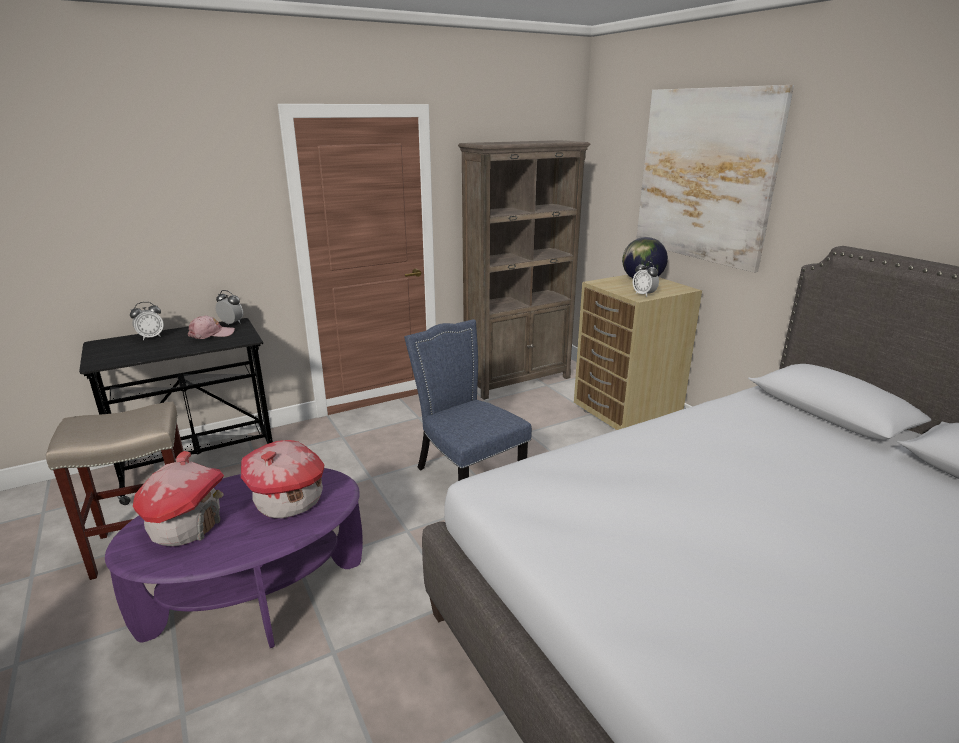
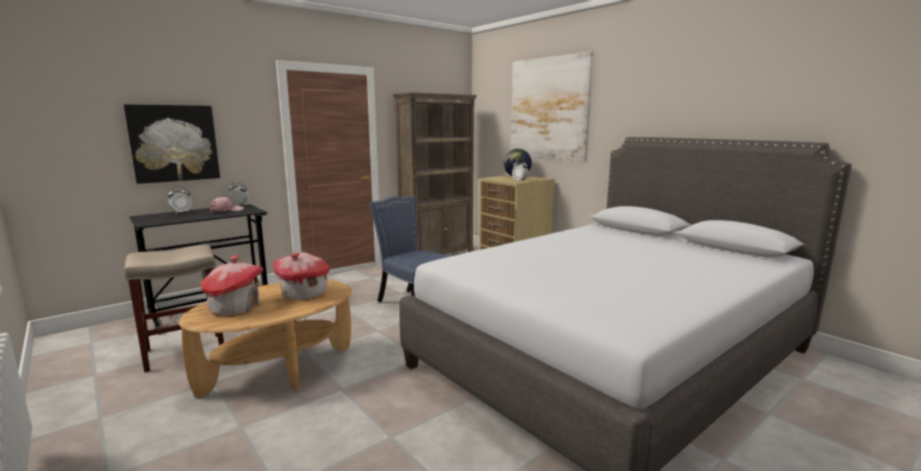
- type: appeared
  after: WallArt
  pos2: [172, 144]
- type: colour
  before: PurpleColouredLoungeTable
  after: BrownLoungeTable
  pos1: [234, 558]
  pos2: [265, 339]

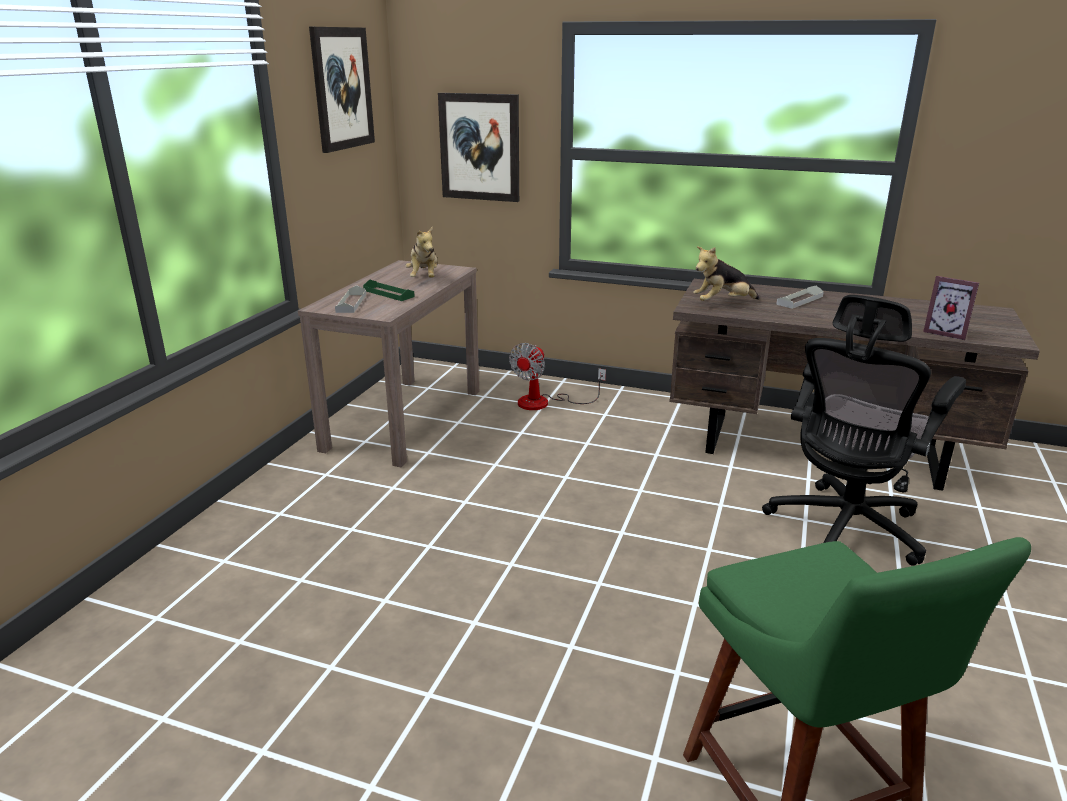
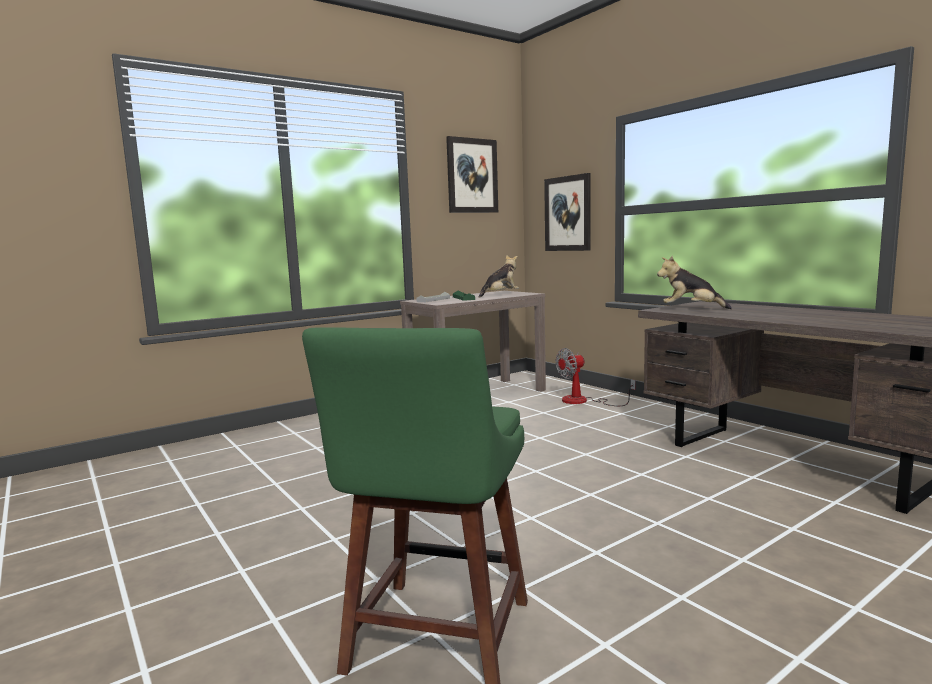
- type: spun
  before: PlushToy
  pos1: [421, 252]
  pos2: [499, 276]
  turn: -150
- type: missing
  before: ComputerChair
  pos1: [864, 430]
- type: missing
  before: GrayServingTray
  pos1: [800, 297]
- type: missing
  before: StandingFrame
  pos1: [951, 308]

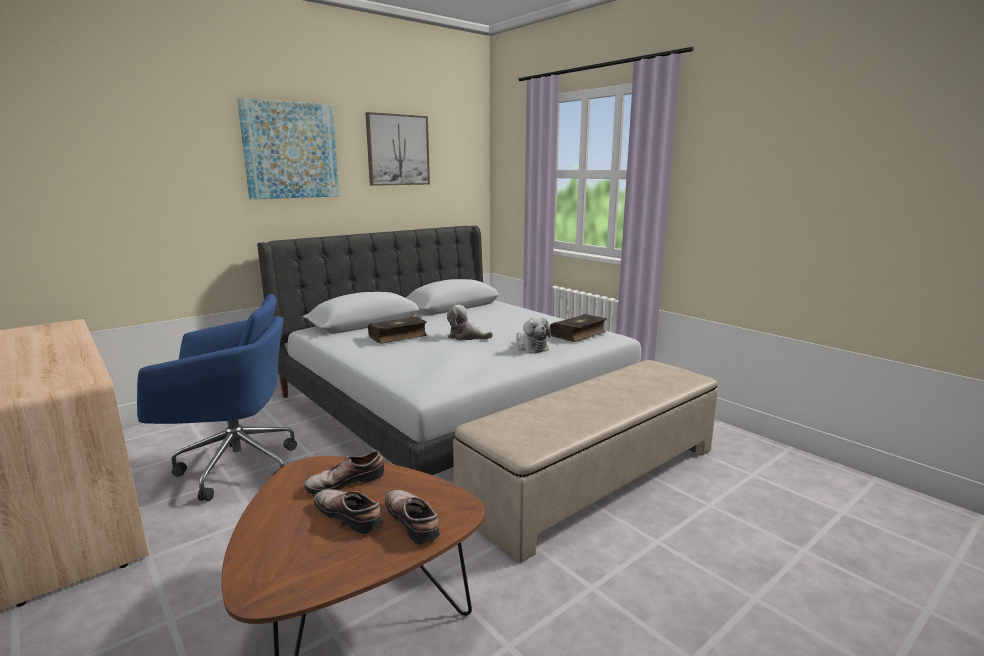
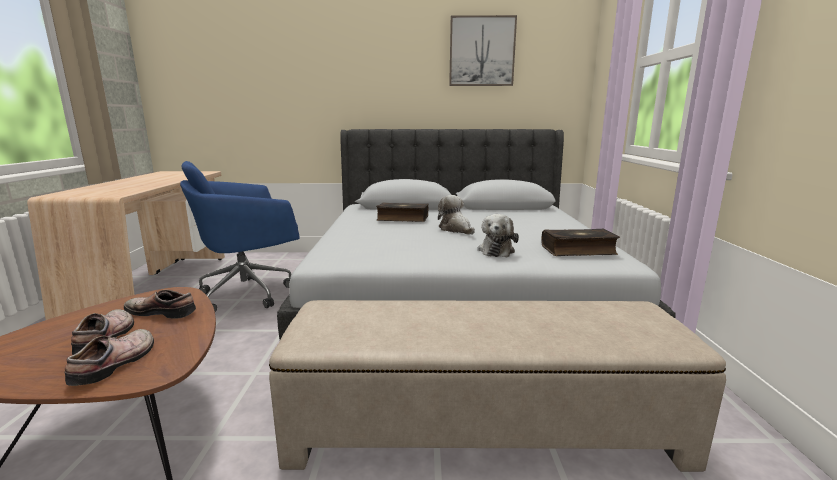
- type: spun
  before: BluishComputerChair
  pos1: [217, 397]
  pos2: [240, 236]
  turn: 120
- type: missing
  before: WallArt
  pos1: [288, 148]

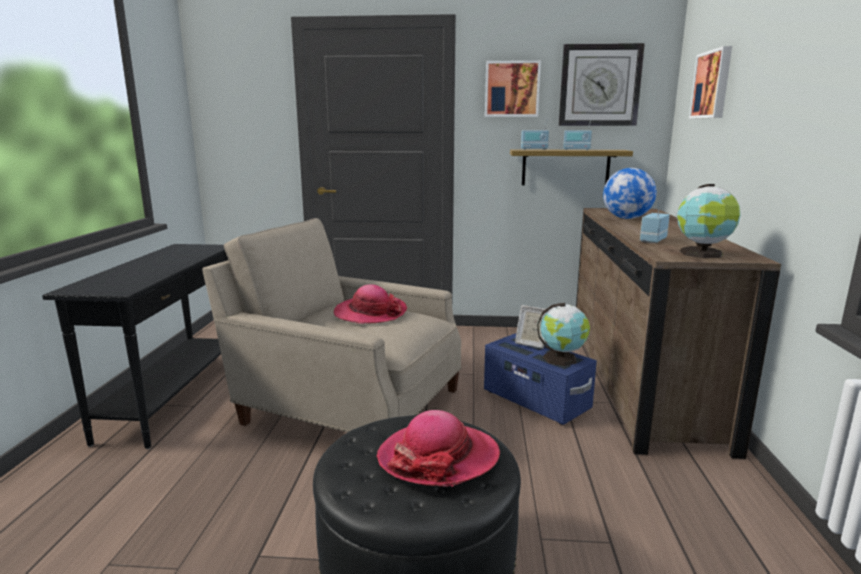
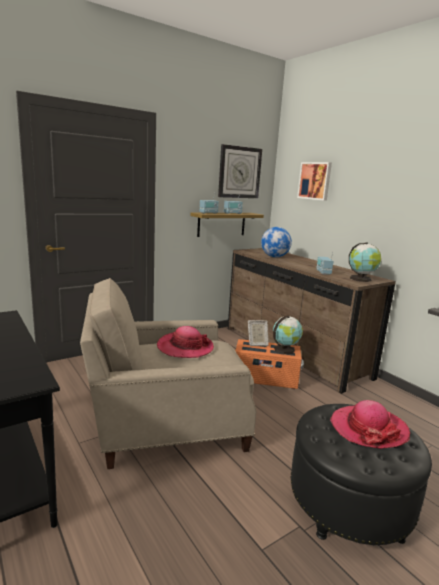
- type: colour
  before: BluishStorageBin
  after: OrangeColouredStorageBin
  pos1: [540, 379]
  pos2: [269, 364]
- type: missing
  before: WallArt
  pos1: [513, 88]

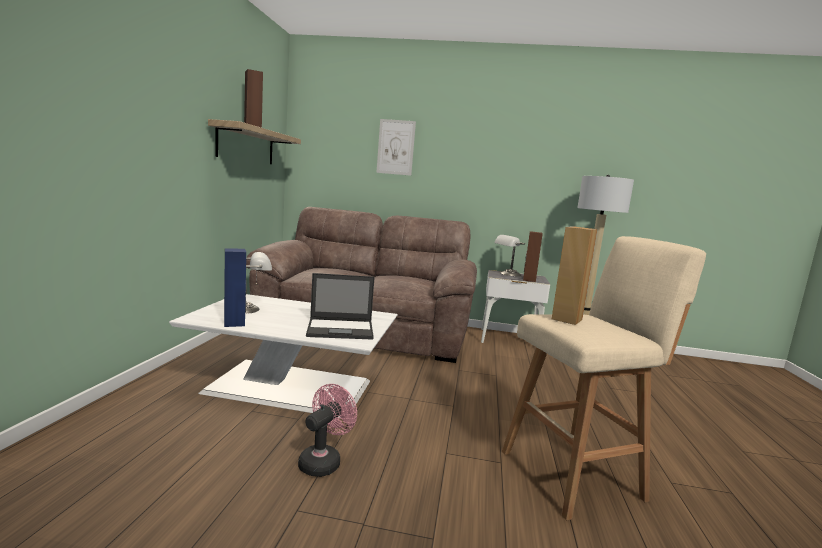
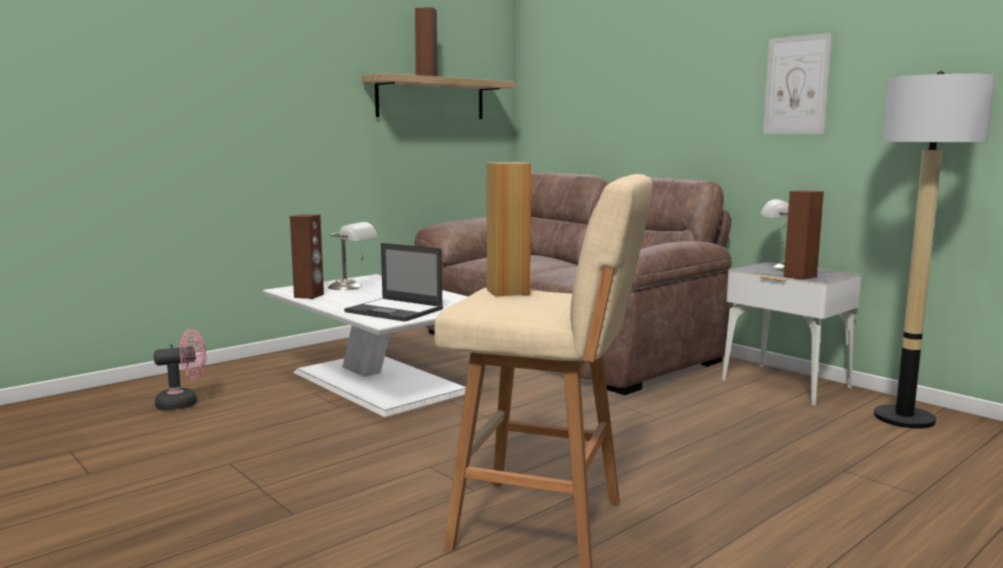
- type: relocated
  before: PinkColouredElectricFan
  pos1: [327, 430]
  pos2: [180, 369]
- type: colour
  before: BluishSpeaker
  after: BrownSpeaker
  pos1: [235, 287]
  pos2: [307, 256]
- type: relocated
  before: WallArt
  pos1: [396, 147]
  pos2: [798, 83]

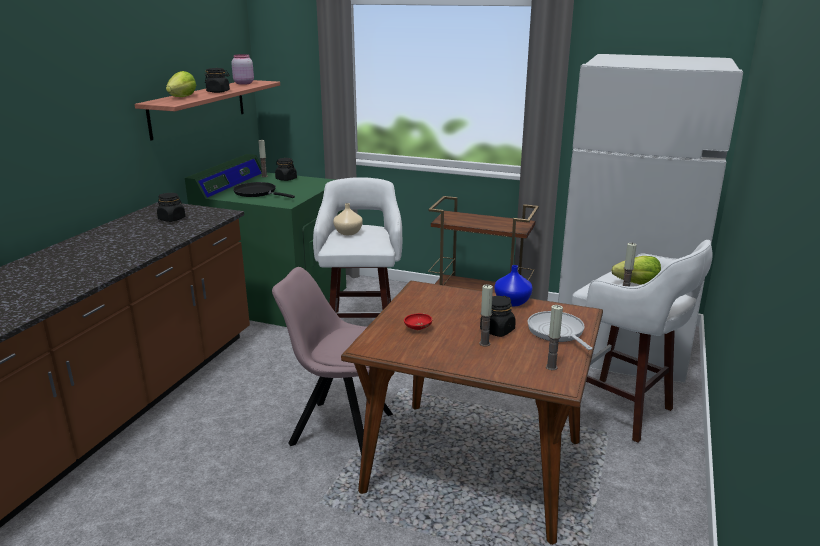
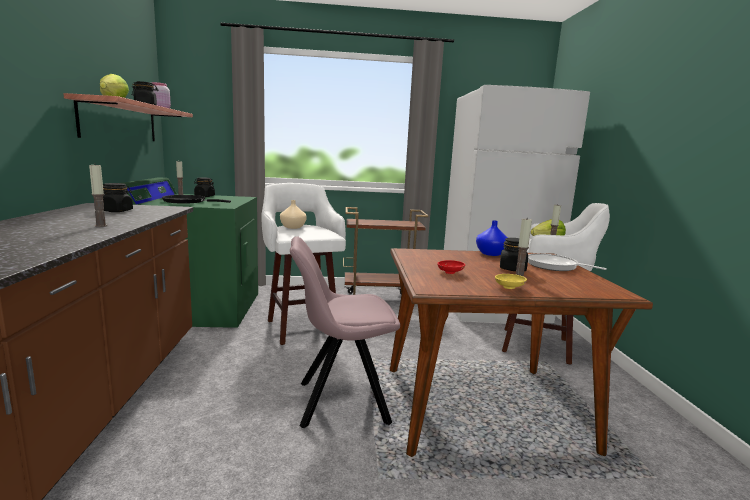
- type: relocated
  before: WaxCandle
  pos1: [554, 337]
  pos2: [98, 195]
- type: appeared
  after: YellowishBowl
  pos2: [511, 281]

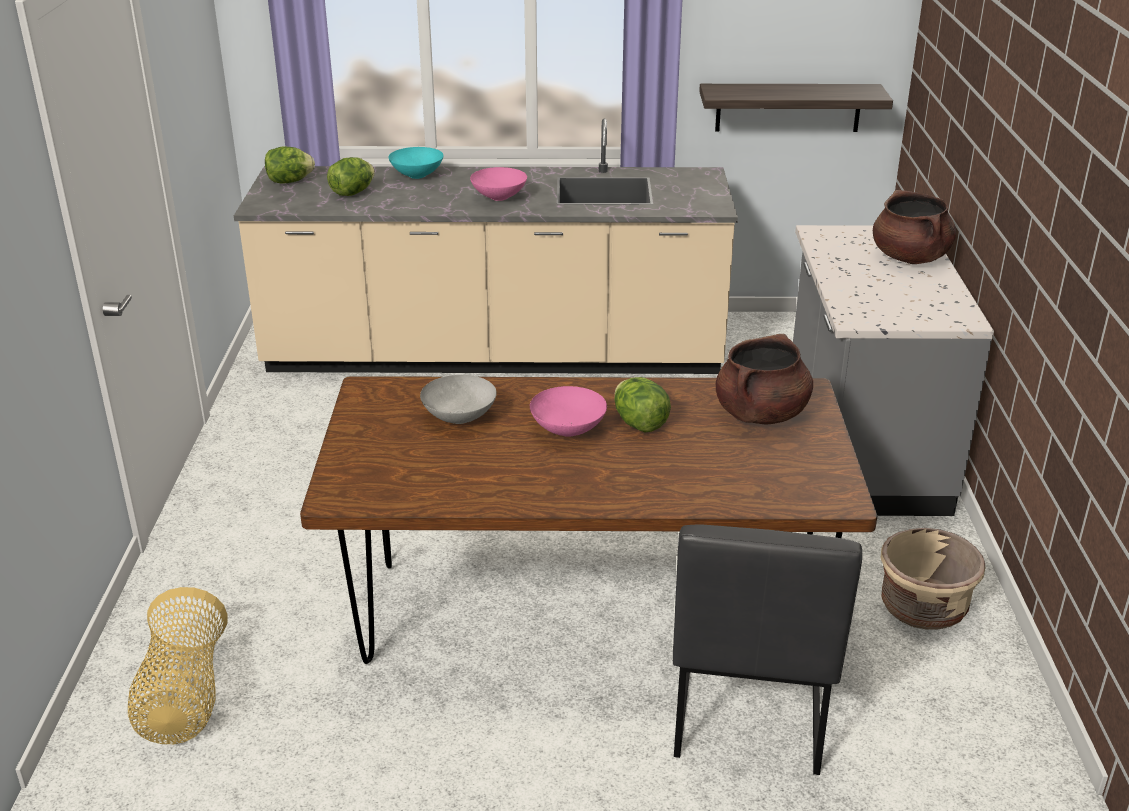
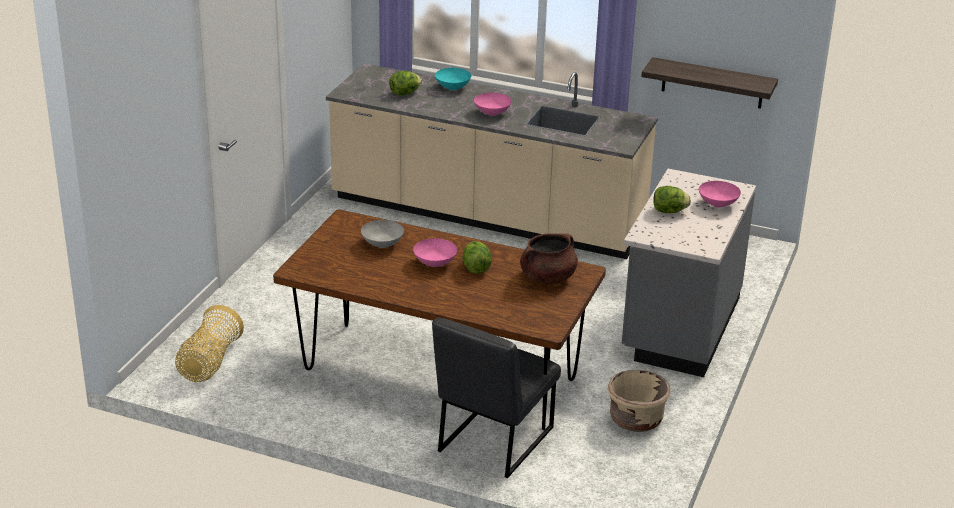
- type: relocated
  before: Lettuce
  pos1: [290, 165]
  pos2: [672, 199]
- type: exchanged
  before: BrownSaucepot
  after: PinkColouredBowl
  pos1: [914, 227]
  pos2: [720, 194]

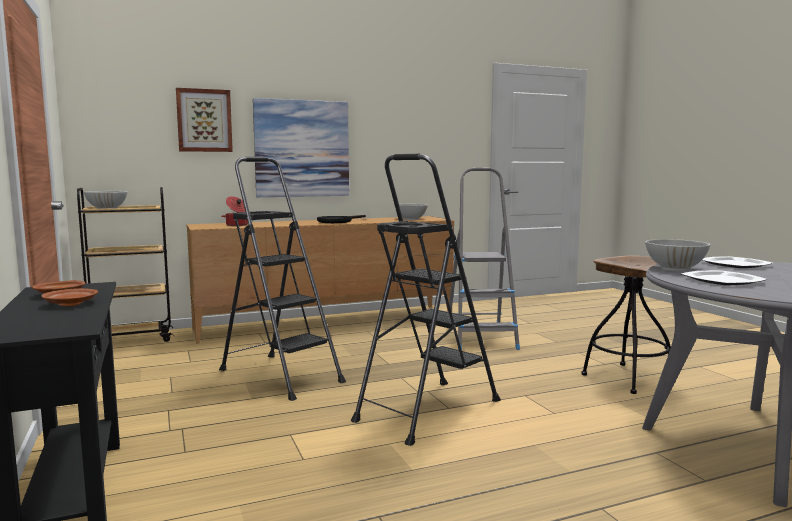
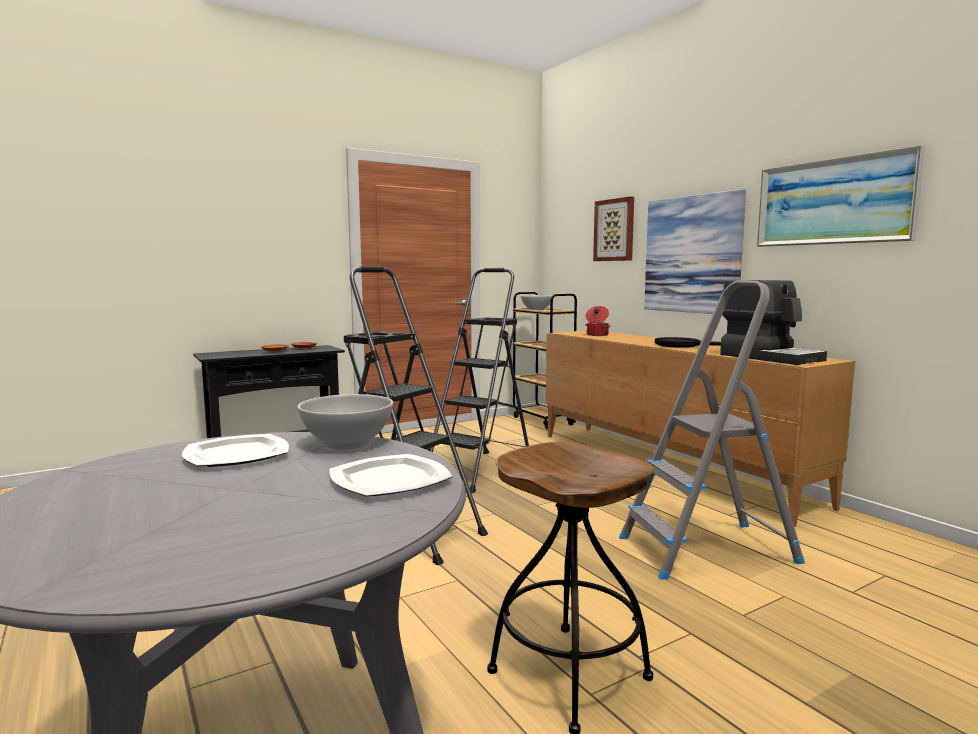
- type: exchanged
  before: WhiteColouredBowl
  after: CoffeeMaker
  pos1: [413, 212]
  pos2: [773, 322]
- type: appeared
  after: WallArt
  pos2: [841, 196]

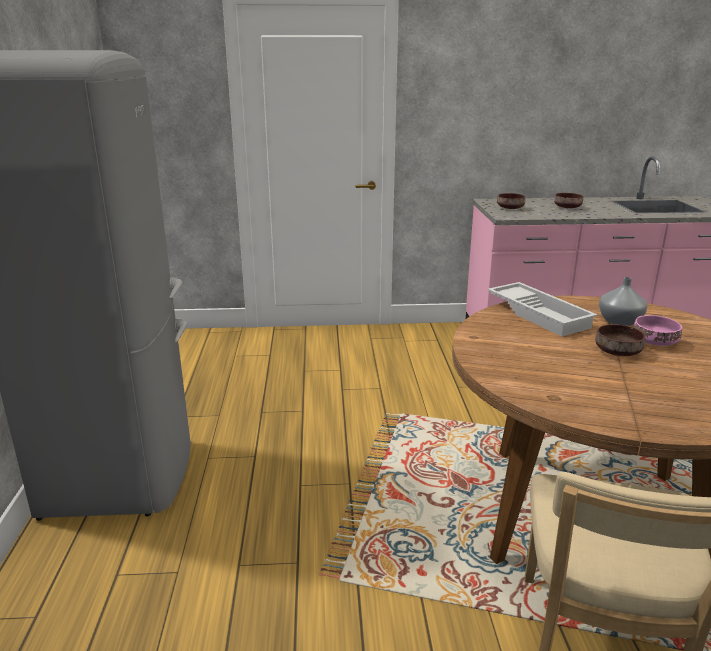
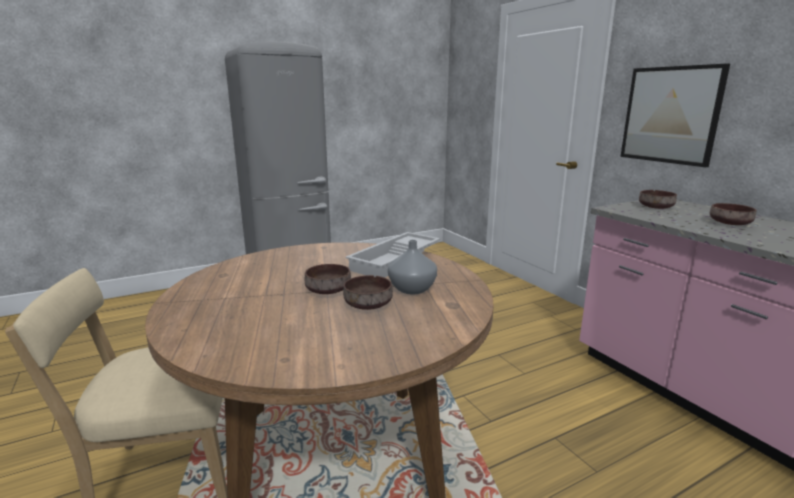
- type: colour
  before: PinkColouredBowl
  after: BrownBowl
  pos1: [657, 330]
  pos2: [368, 292]
- type: appeared
  after: WallArt
  pos2: [675, 115]

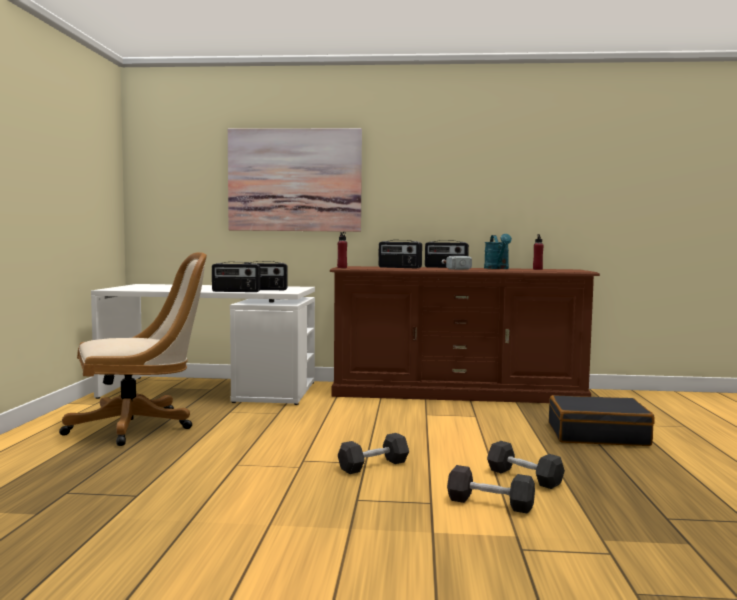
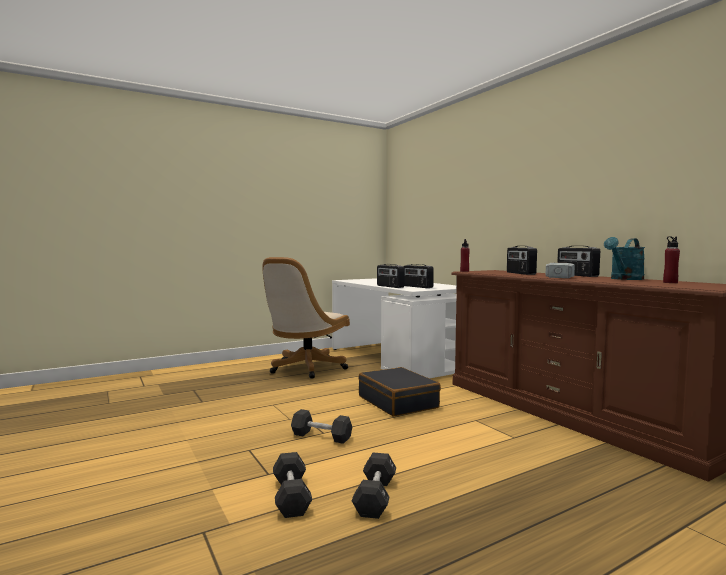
- type: spun
  before: ComputerChair
  pos1: [133, 349]
  pos2: [306, 318]
  turn: 90
- type: relocated
  before: BlackPieceOfLuggage
  pos1: [601, 420]
  pos2: [399, 391]
- type: missing
  before: WallArt
  pos1: [295, 180]

